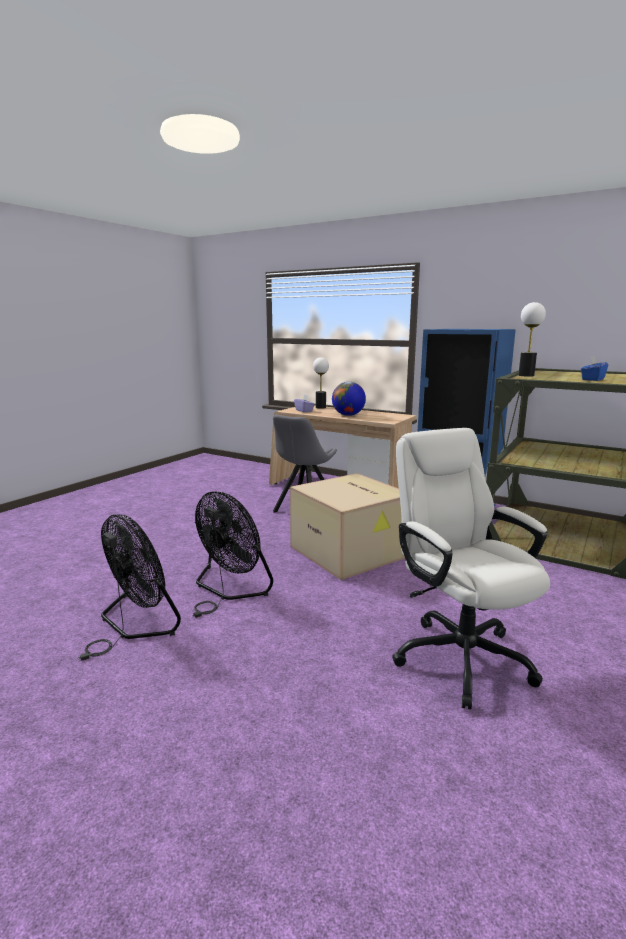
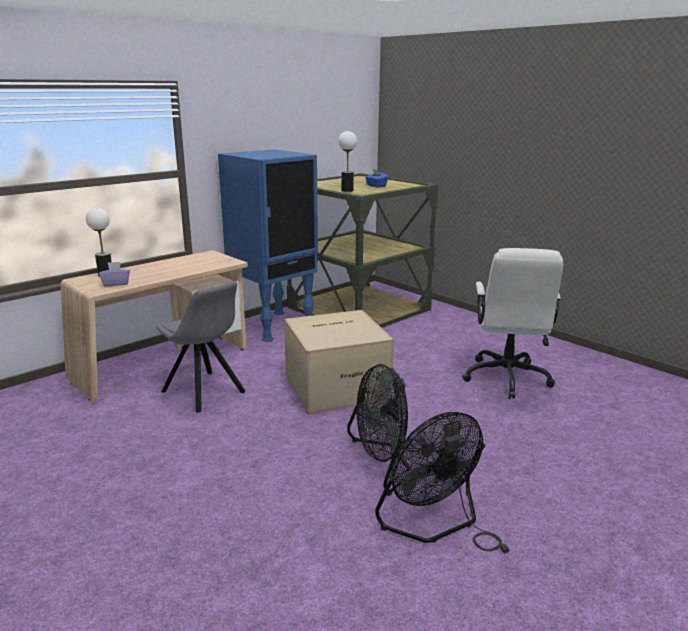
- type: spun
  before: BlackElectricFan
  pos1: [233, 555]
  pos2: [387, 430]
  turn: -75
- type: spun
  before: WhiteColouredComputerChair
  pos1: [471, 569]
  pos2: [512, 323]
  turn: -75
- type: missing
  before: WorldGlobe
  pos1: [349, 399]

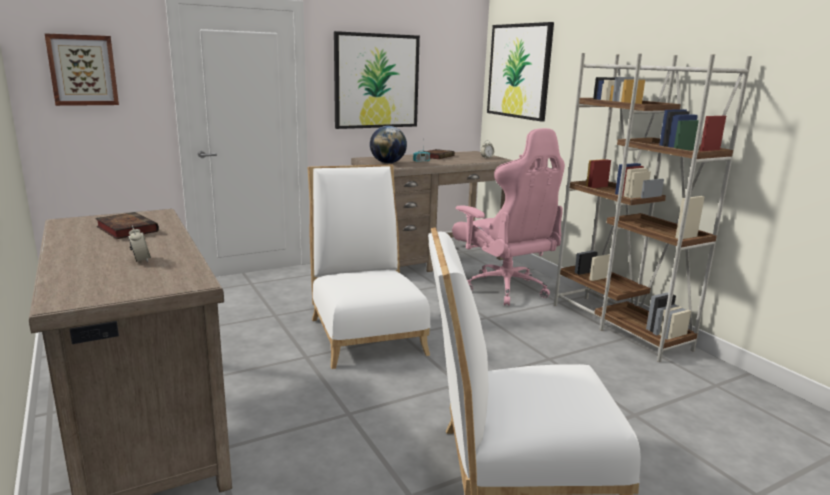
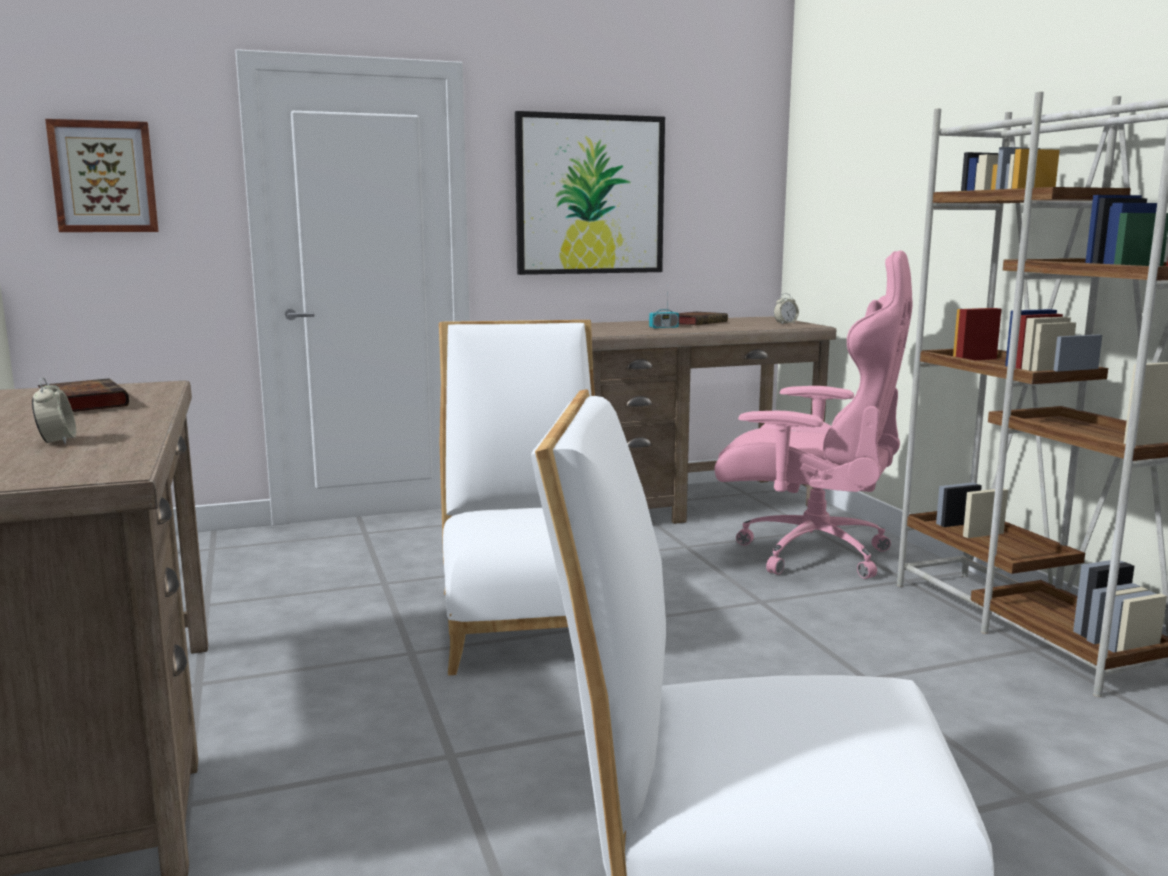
- type: spun
  before: PinkColouredComputerChair
  pos1: [508, 217]
  pos2: [813, 414]
  turn: -45
- type: missing
  before: WorldGlobe
  pos1: [388, 144]
- type: missing
  before: WallArt
  pos1: [520, 72]

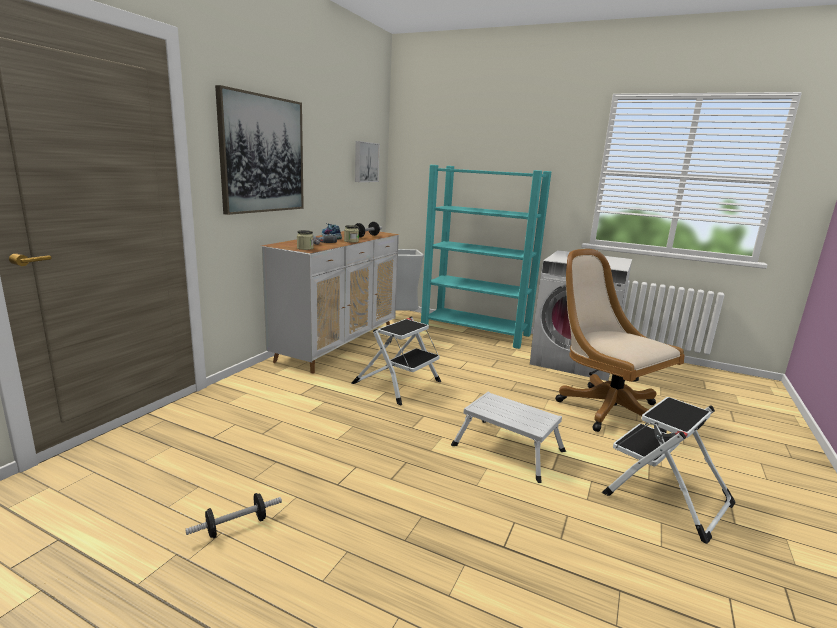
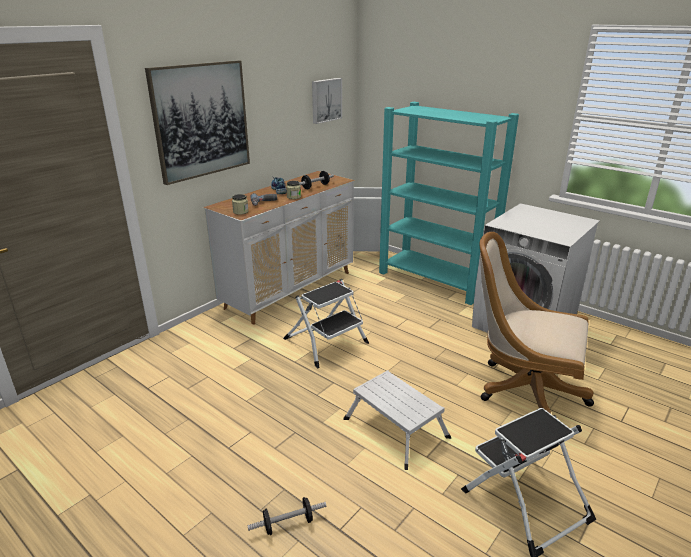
- type: relocated
  before: HandWeight
  pos1: [233, 515]
  pos2: [286, 516]
- type: spun
  before: ComputerChair
  pos1: [620, 341]
  pos2: [536, 323]
  turn: -45

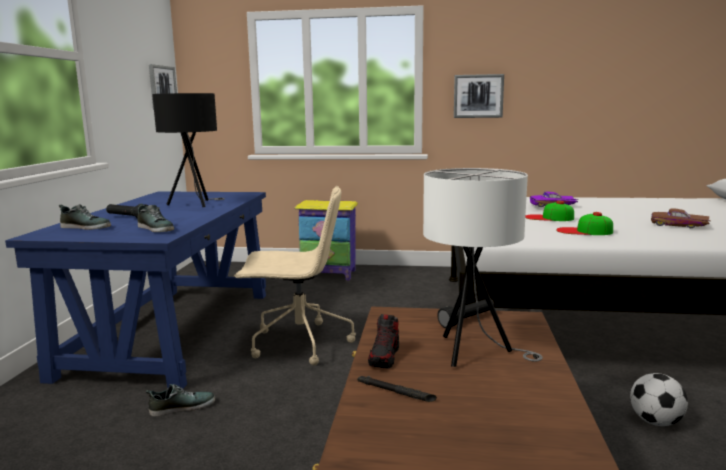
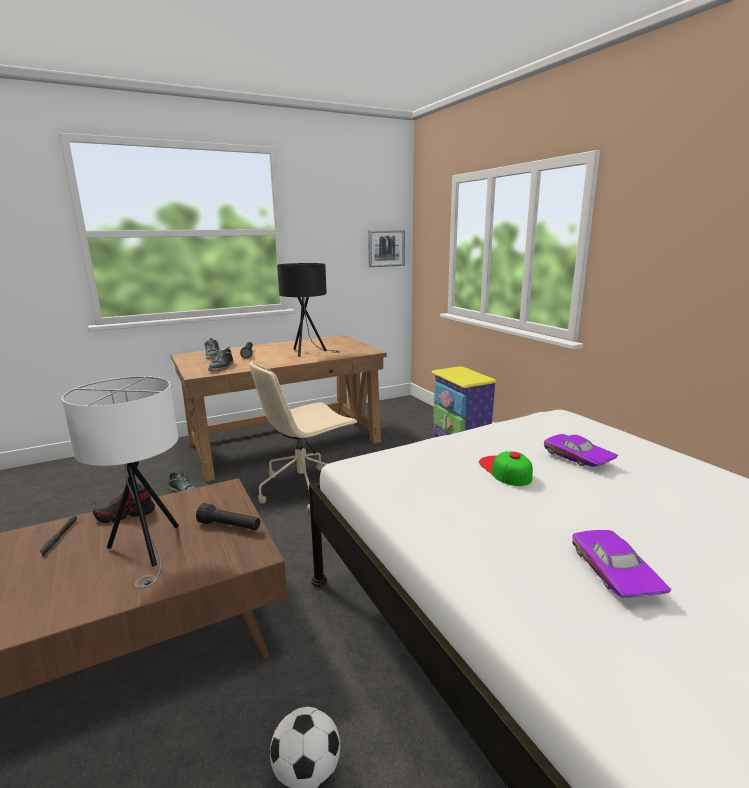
- type: colour
  before: BluishDeskUnit
  after: BrownDeskUnit
  pos1: [135, 290]
  pos2: [279, 408]
- type: spun
  before: BeigeComputerChair
  pos1: [295, 275]
  pos2: [303, 436]
  turn: 90
- type: colour
  before: BrownMiniatureCar
  after: PurpleColouredMiniatureCar
  pos1: [681, 218]
  pos2: [622, 564]
- type: missing
  before: WallArt
  pos1: [479, 96]
- type: missing
  before: Cap
  pos1: [584, 223]

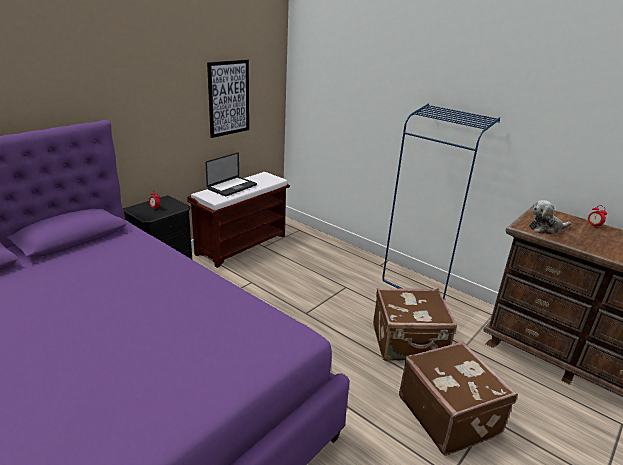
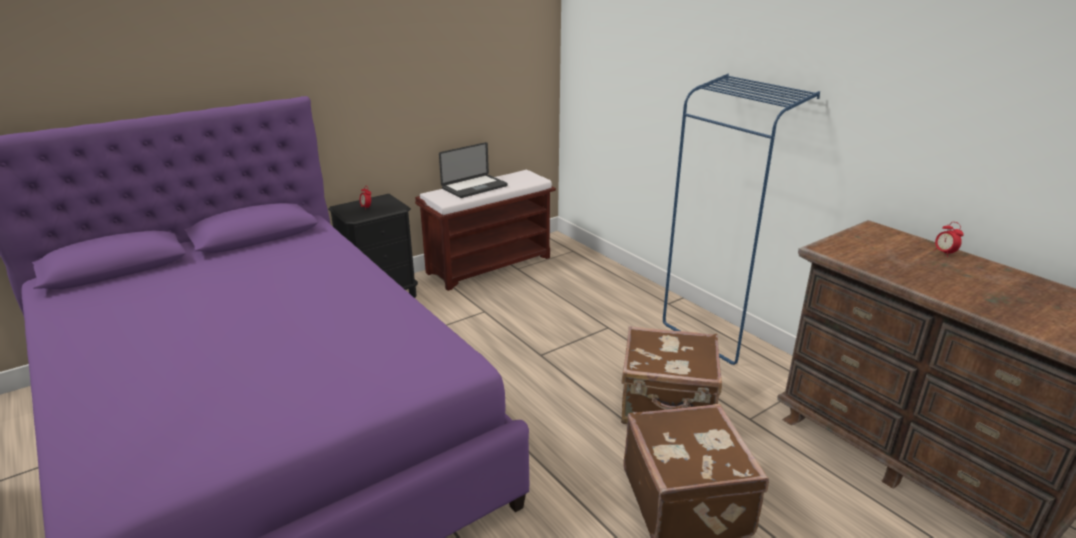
- type: missing
  before: WallArt
  pos1: [228, 98]
- type: missing
  before: PlushToy
  pos1: [550, 217]

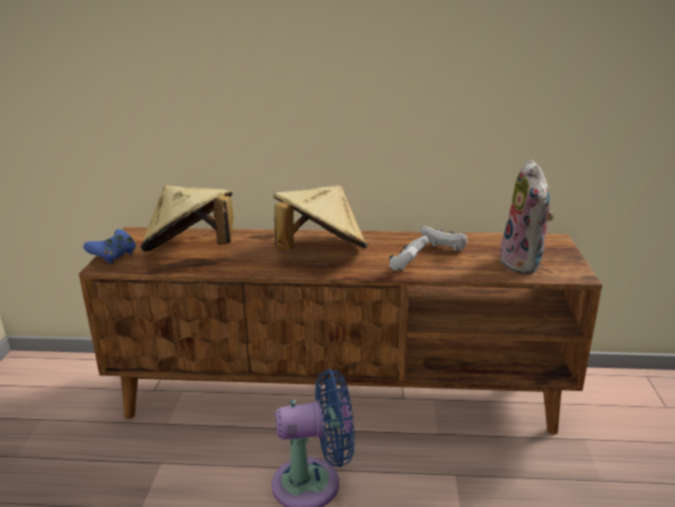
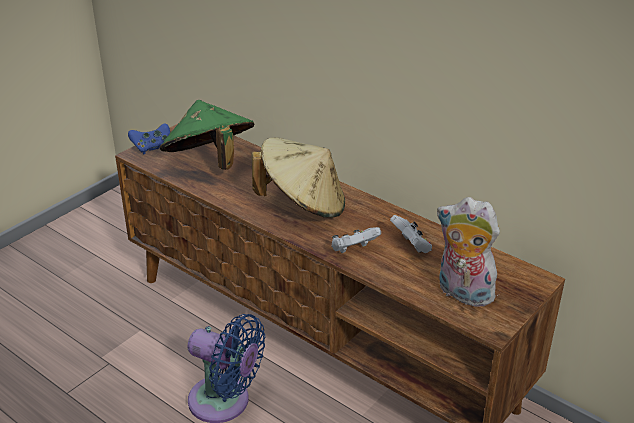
- type: colour
  before: BeigeClothingHat
  after: GreenClothingHat
  pos1: [187, 218]
  pos2: [207, 135]
- type: spun
  before: PlushToy
  pos1: [525, 216]
  pos2: [469, 252]
  turn: 90

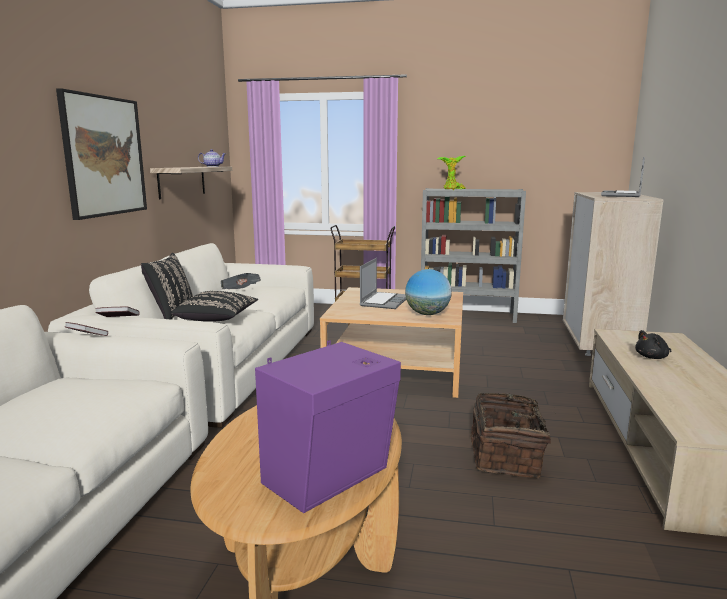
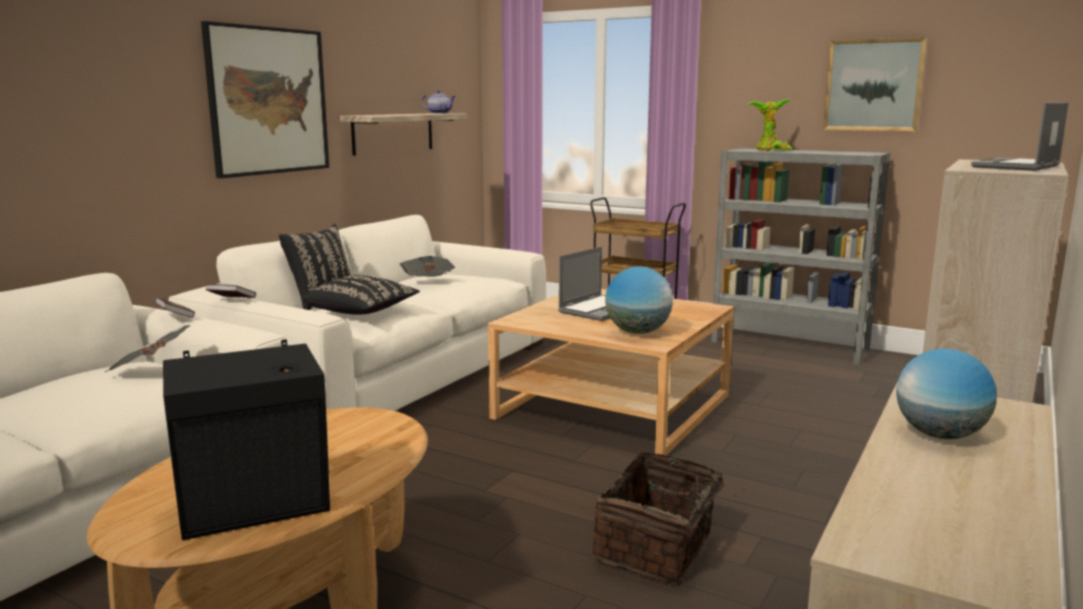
- type: appeared
  after: DailyPaper
  pos2: [147, 348]
- type: colour
  before: PurpleColouredSpeaker
  after: BlackSpeaker
  pos1: [328, 426]
  pos2: [246, 439]
- type: appeared
  after: WallArt
  pos2: [875, 84]
- type: exchanged
  before: BlackPlushToy
  after: WorldGlobe
  pos1: [653, 344]
  pos2: [946, 393]

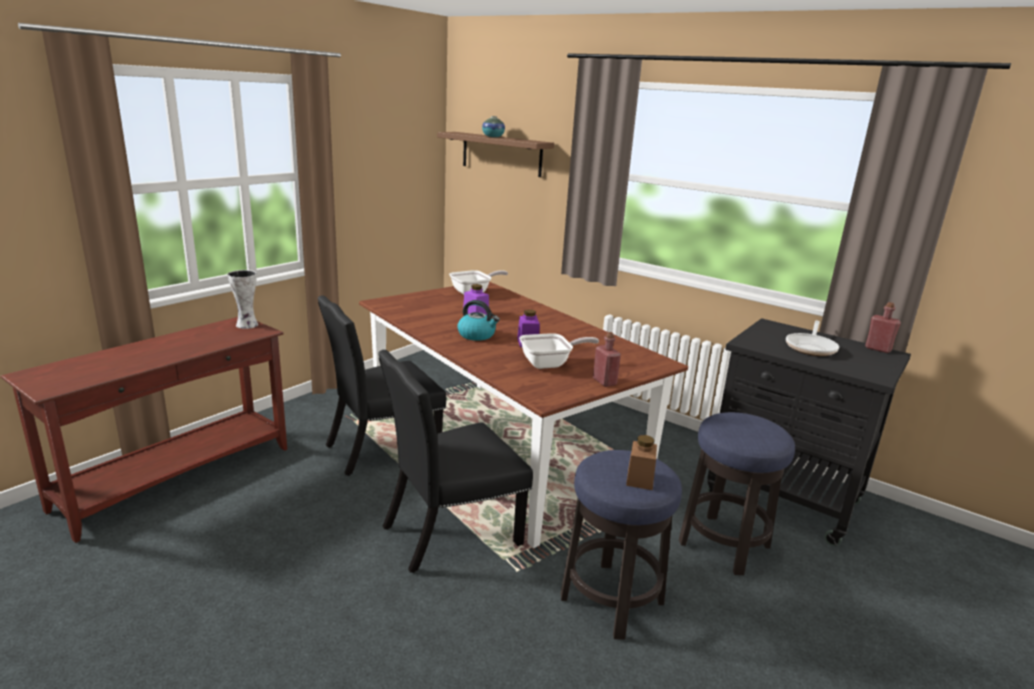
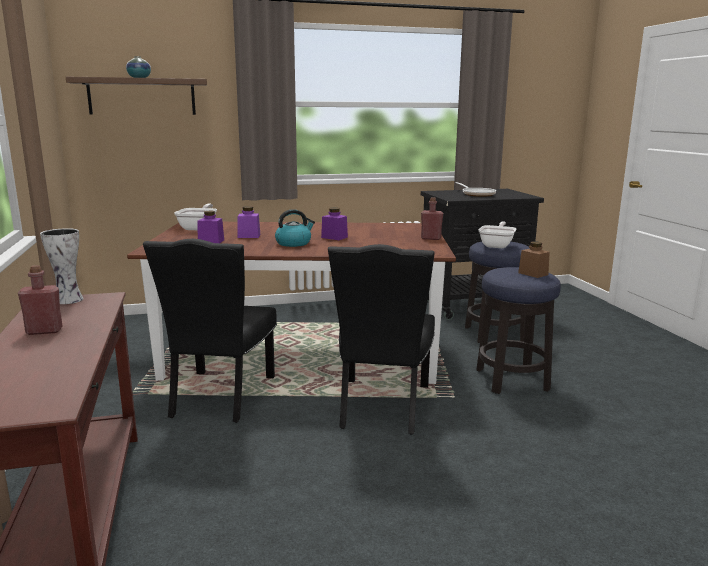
- type: relocated
  before: RedBeverageBottle
  pos1: [883, 327]
  pos2: [40, 300]
- type: appeared
  after: PurpleColouredPreserveJar
  pos2: [210, 227]
- type: relocated
  before: Pan
  pos1: [559, 351]
  pos2: [498, 234]

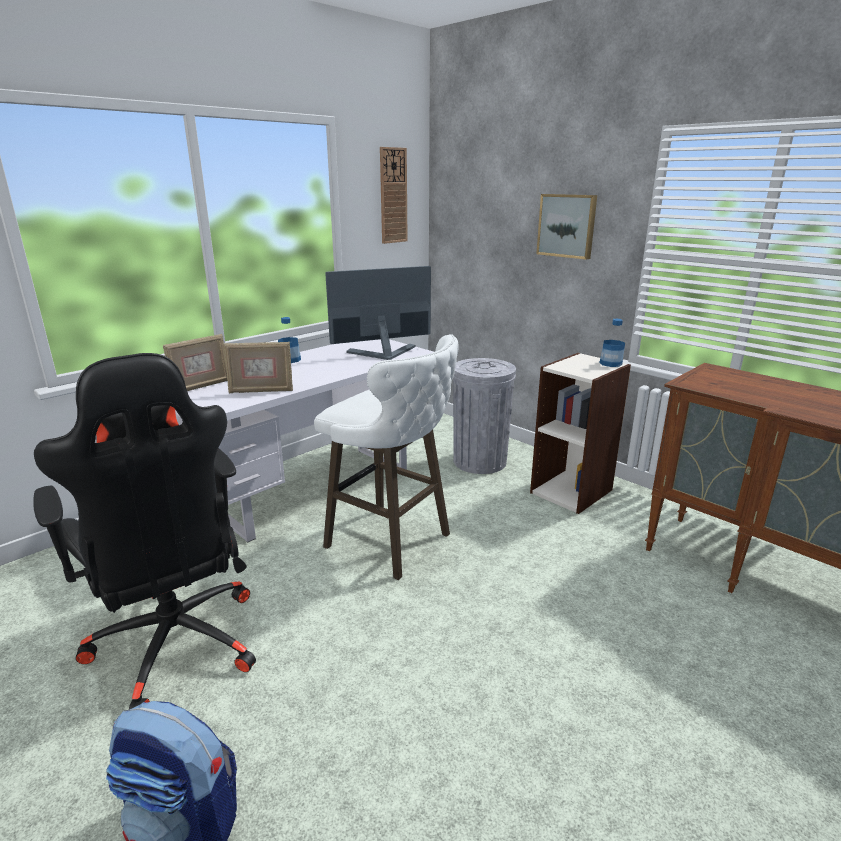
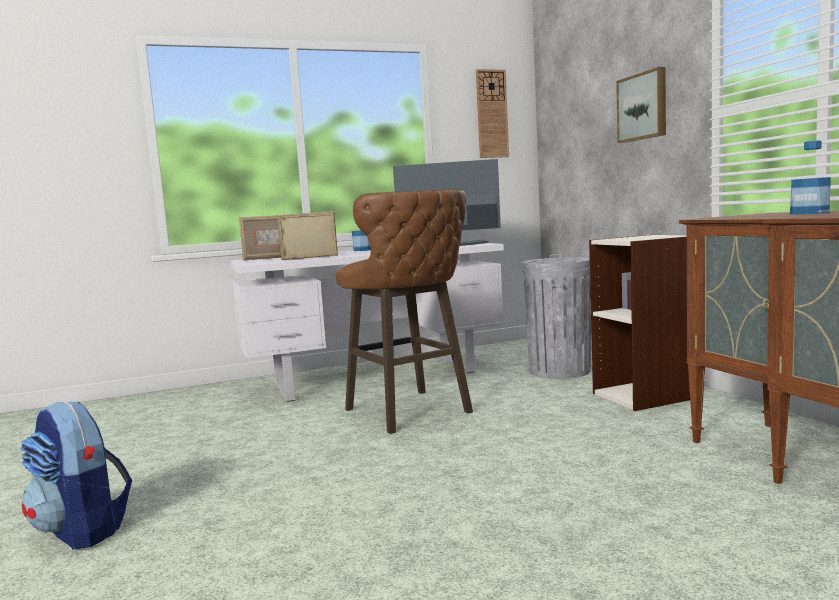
- type: spun
  before: StandingFrame
  pos1: [258, 367]
  pos2: [307, 235]
  turn: 150
- type: colour
  before: WhiteColouredSittingStool
  after: BrownSittingStool
  pos1: [386, 457]
  pos2: [404, 311]
- type: relocated
  before: BeverageBottle
  pos1: [612, 343]
  pos2: [810, 177]
- type: missing
  before: BlackComputerChair
  pos1: [144, 531]

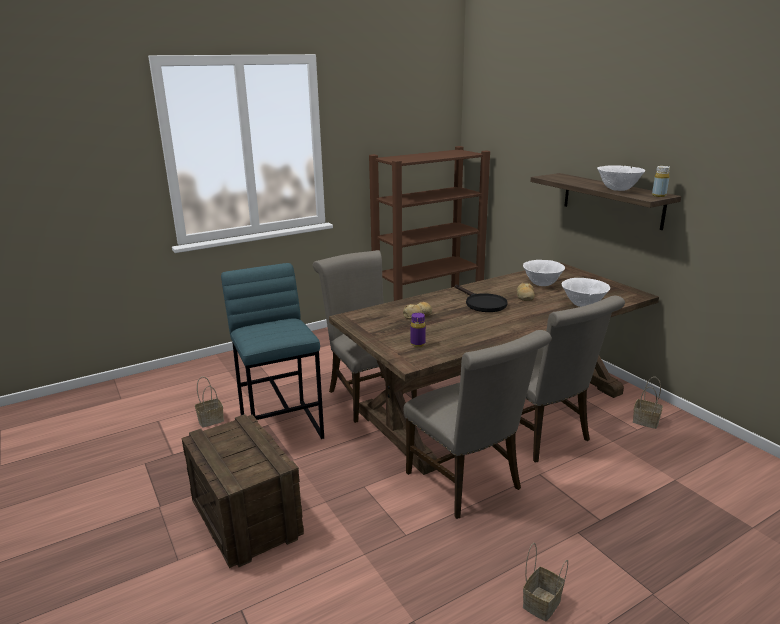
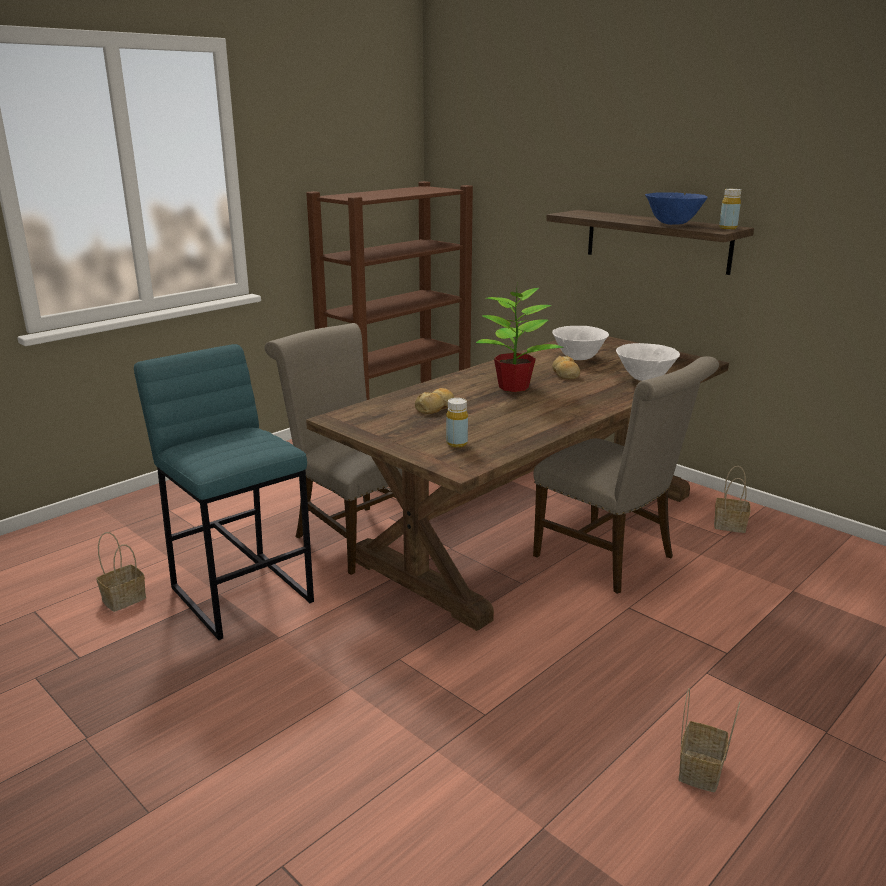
- type: colour
  before: PurpleColouredBeverageBottle
  after: YellowishBeverageBottle
  pos1: [418, 330]
  pos2: [457, 422]
- type: exchanged
  before: BlackPan
  after: Houseplant
  pos1: [481, 298]
  pos2: [520, 337]
- type: colour
  before: WhiteColouredBowl
  after: BluishBowl
  pos1: [621, 178]
  pos2: [676, 208]
- type: missing
  before: Crate
  pos1: [243, 491]
- type: missing
  before: BeigePlainChair
  pos1: [478, 424]

